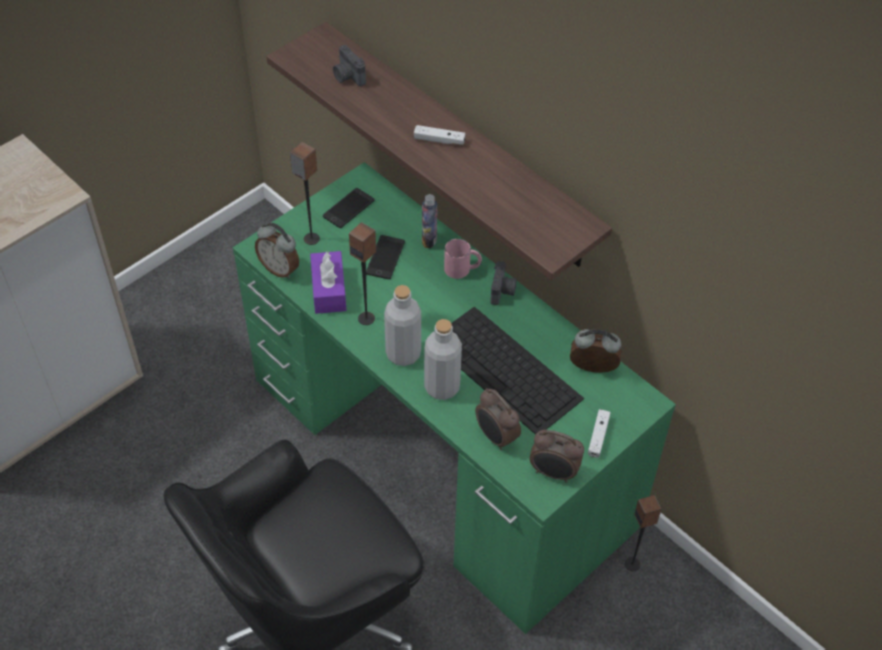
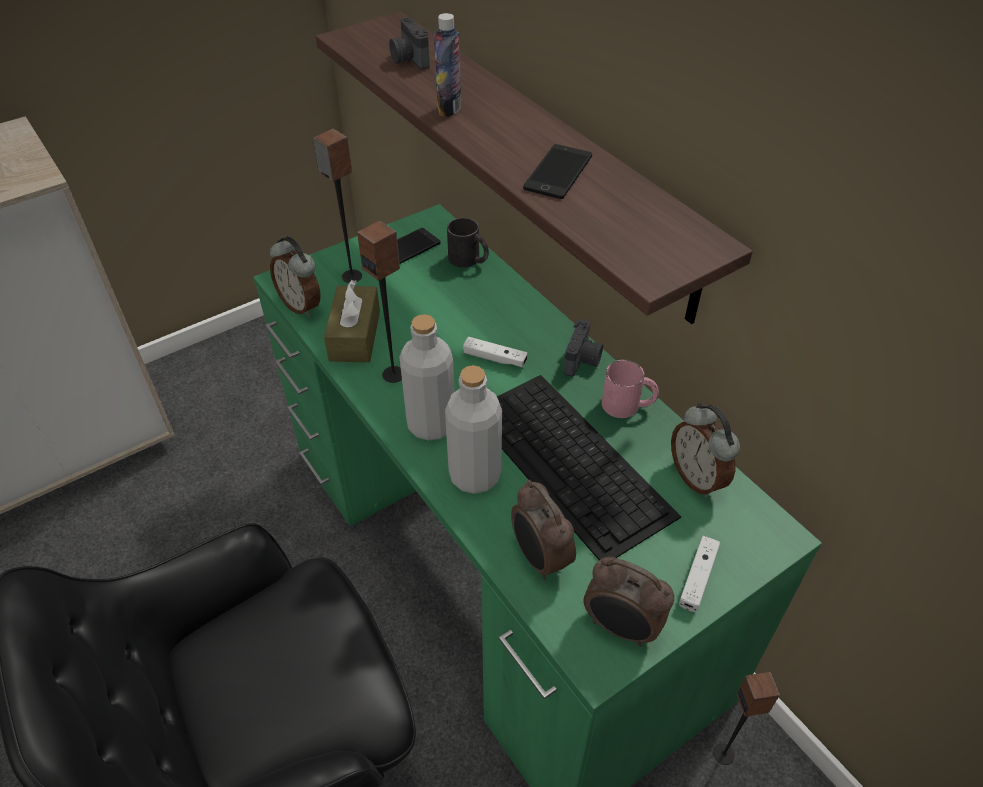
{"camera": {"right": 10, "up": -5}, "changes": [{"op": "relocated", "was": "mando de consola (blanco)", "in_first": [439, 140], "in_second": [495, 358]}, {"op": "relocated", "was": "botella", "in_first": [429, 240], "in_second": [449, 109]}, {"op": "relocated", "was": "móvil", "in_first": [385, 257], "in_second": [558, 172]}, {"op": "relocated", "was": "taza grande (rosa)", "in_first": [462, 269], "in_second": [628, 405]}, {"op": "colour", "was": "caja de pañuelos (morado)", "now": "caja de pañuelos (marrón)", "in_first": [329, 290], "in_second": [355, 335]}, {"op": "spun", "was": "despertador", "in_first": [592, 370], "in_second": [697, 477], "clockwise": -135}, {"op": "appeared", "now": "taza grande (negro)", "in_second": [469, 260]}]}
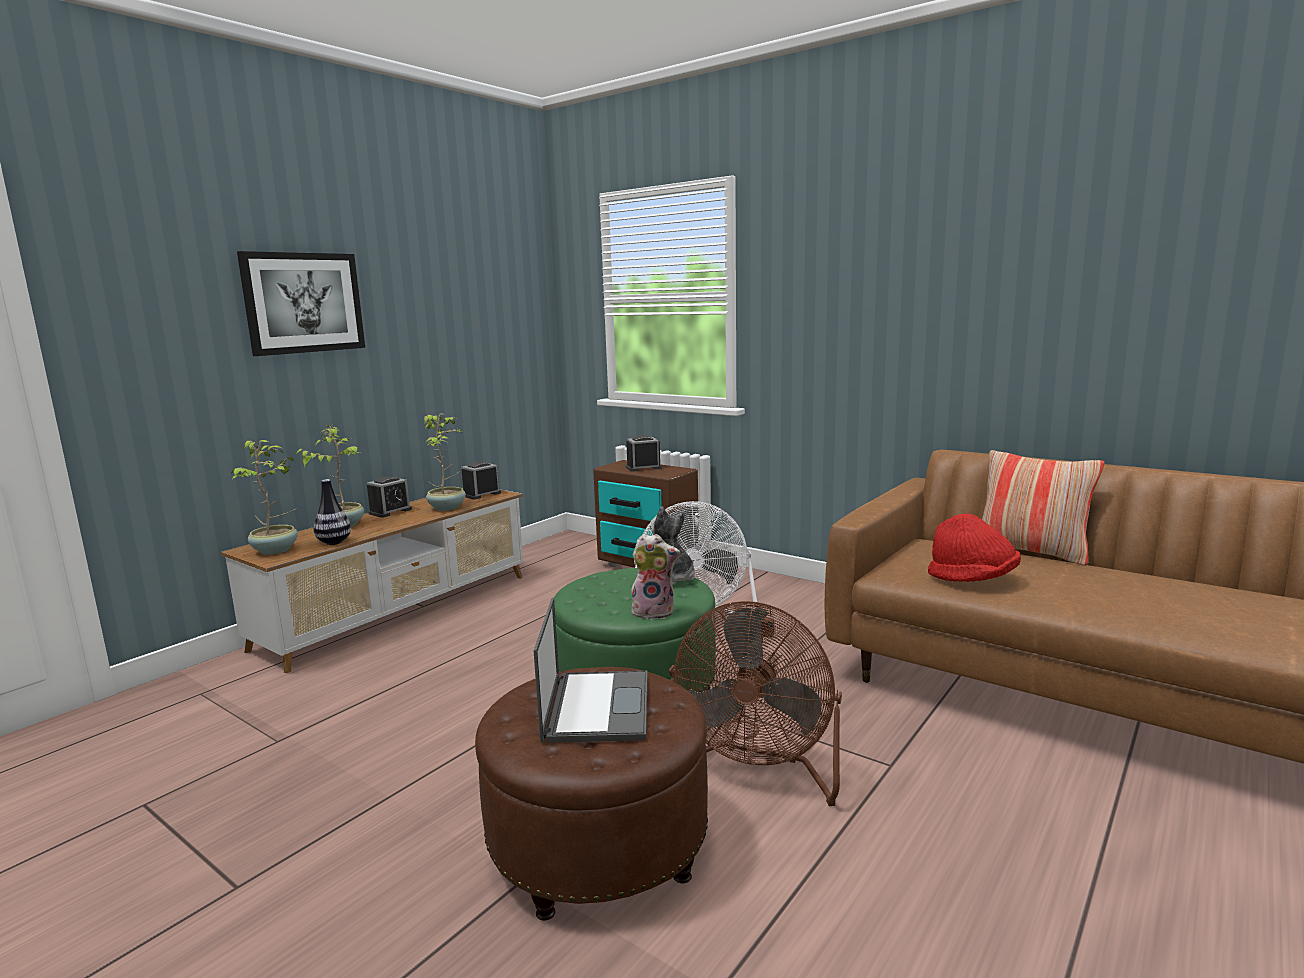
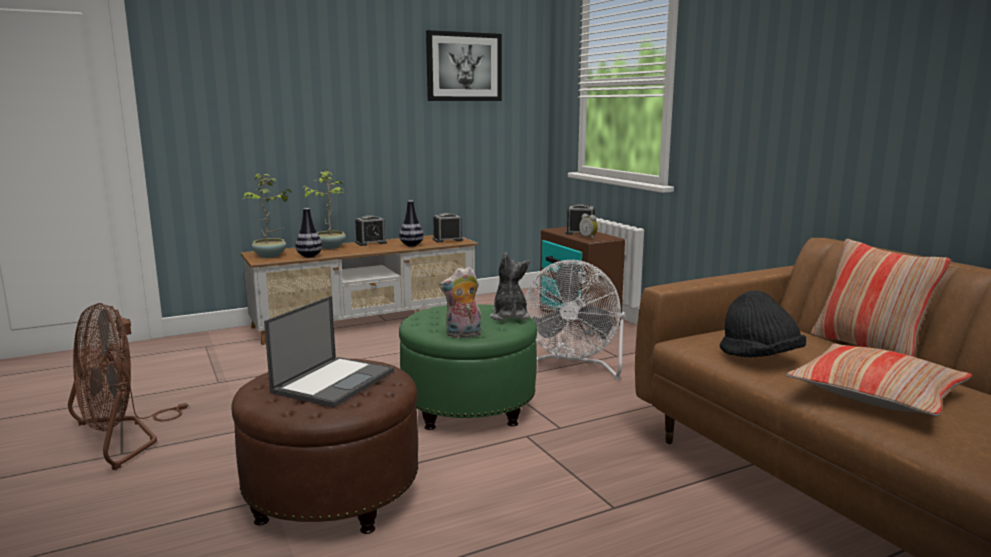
{"camera": {"right": 25, "up": 0}, "changes": [{"op": "relocated", "was": "cuadro", "in_first": [303, 303], "in_second": [464, 67]}, {"op": "exchanged", "was": "planta en maceta", "now": "florero", "in_first": [448, 507], "in_second": [411, 245]}, {"op": "colour", "was": "sombrero (rojo)", "now": "sombrero (negro)", "in_first": [973, 579], "in_second": [759, 358]}, {"op": "spun", "was": "peluche", "in_first": [654, 612], "in_second": [463, 335], "clockwise": 135}, {"op": "relocated", "was": "ventilador (marrón)", "in_first": [750, 766], "in_second": [125, 435]}, {"op": "appeared", "now": "despertador", "in_second": [589, 238]}, {"op": "appeared", "now": "cojín", "in_second": [876, 394]}]}
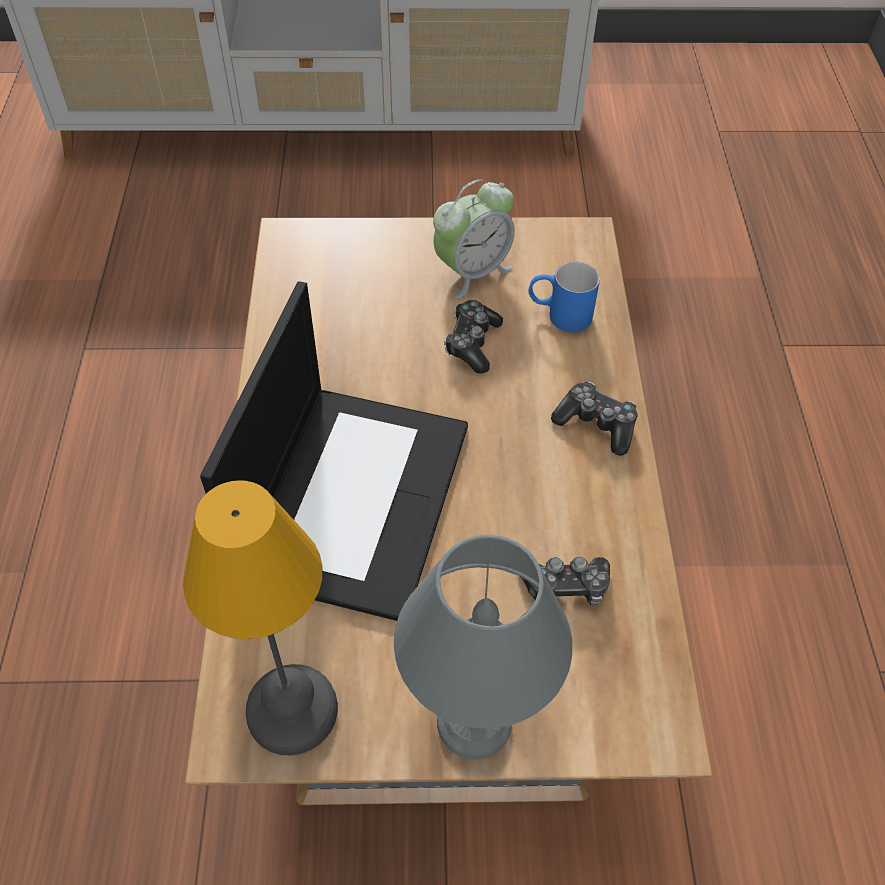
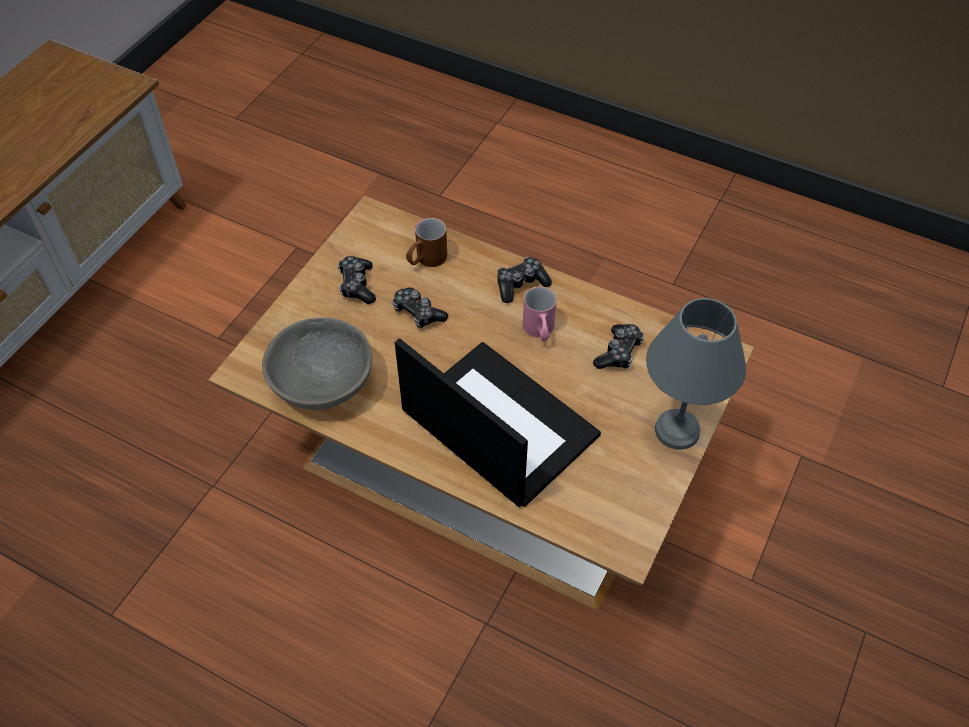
{"camera": {"right": -60, "up": 0}, "changes": [{"op": "exchanged", "was": "despertador", "now": "mando de consola", "in_first": [472, 271], "in_second": [357, 285]}, {"op": "colour", "was": "taza grande (azul)", "now": "taza grande (marrón)", "in_first": [559, 314], "in_second": [426, 260]}, {"op": "missing", "was": "lámpara de mesa", "in_first": [294, 707]}, {"op": "appeared", "now": "taza grande (rosa)", "in_second": [540, 332]}, {"op": "appeared", "now": "cuenco (gris)", "in_second": [323, 382]}]}
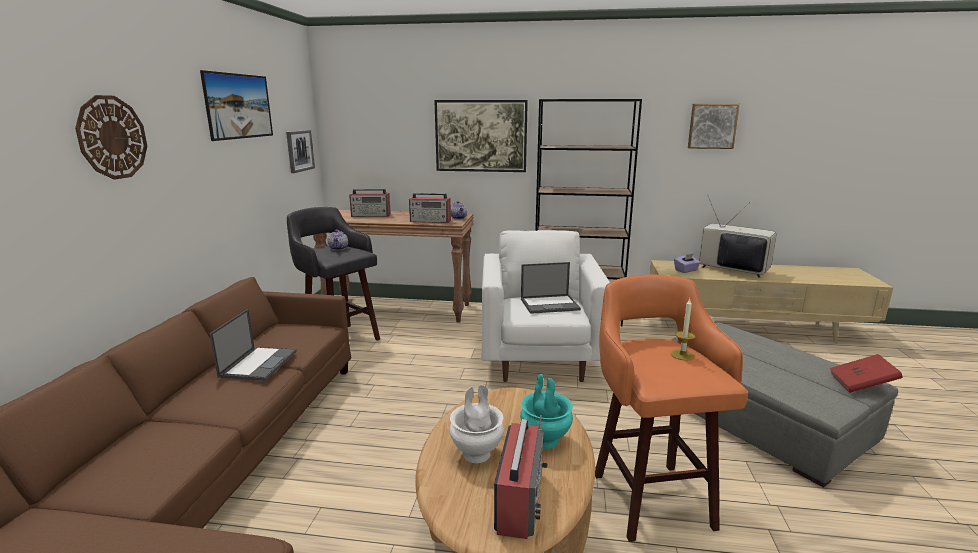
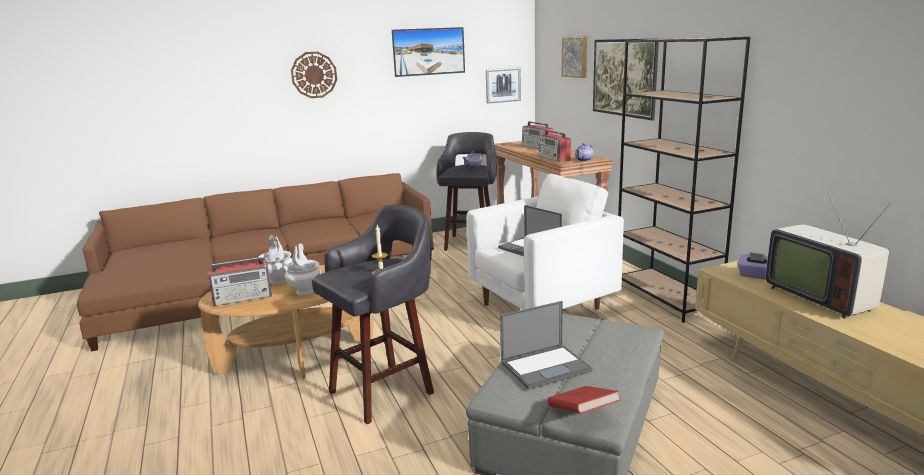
{"camera": {"right": 60, "up": 0}, "changes": [{"op": "relocated", "was": "cuadro", "in_first": [712, 126], "in_second": [575, 57]}, {"op": "spun", "was": "televisor", "in_first": [733, 270], "in_second": [820, 297], "clockwise": 150}, {"op": "colour", "was": "taburete (naranja)", "now": "taburete (gris)", "in_first": [650, 496], "in_second": [385, 391]}, {"op": "relocated", "was": "portátil", "in_first": [259, 363], "in_second": [546, 366]}, {"op": "colour", "was": "florero (turquesa)", "now": "florero (blanco)", "in_first": [544, 440], "in_second": [305, 291]}]}
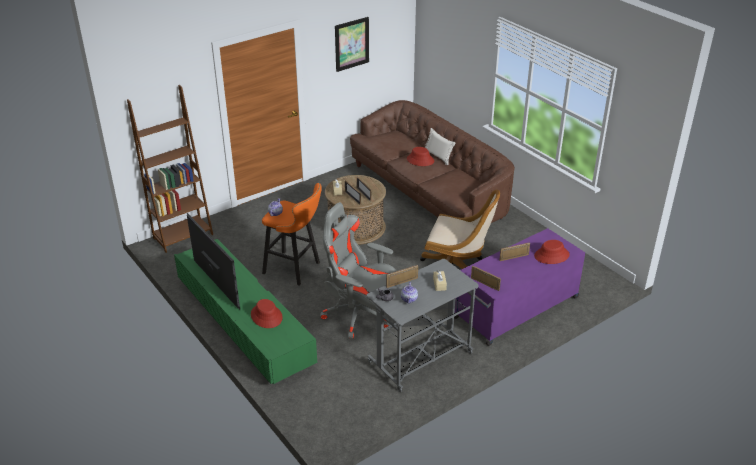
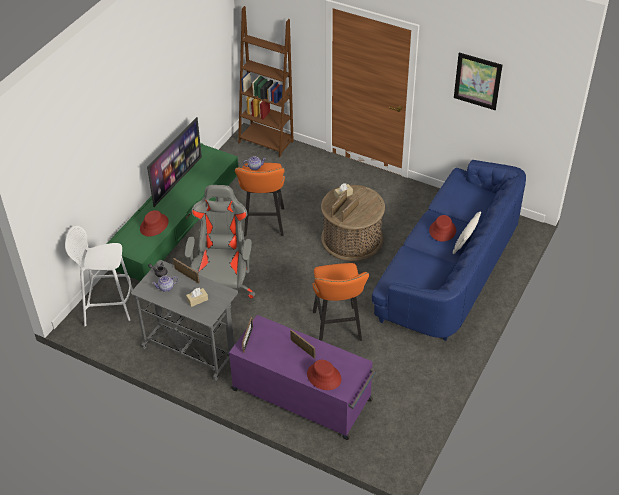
{"camera": {"right": 65, "up": 10}, "changes": [{"op": "colour", "was": "sofá (marrón)", "now": "sofá (azul)", "in_first": [428, 193], "in_second": [449, 269]}, {"op": "exchanged", "was": "silla de oficina", "now": "taburete (naranja)", "in_first": [457, 267], "in_second": [338, 331]}, {"op": "appeared", "now": "taburete (blanco)", "in_second": [108, 306]}]}
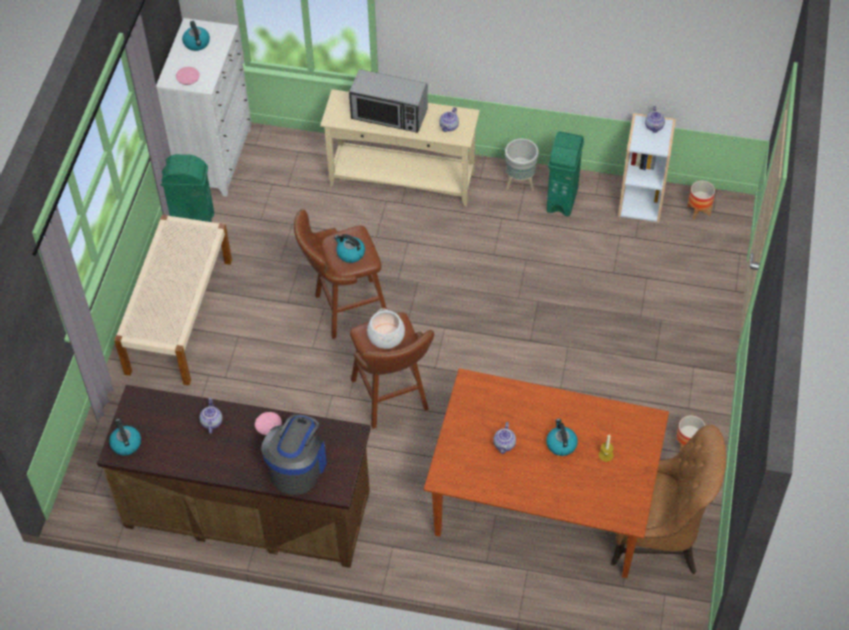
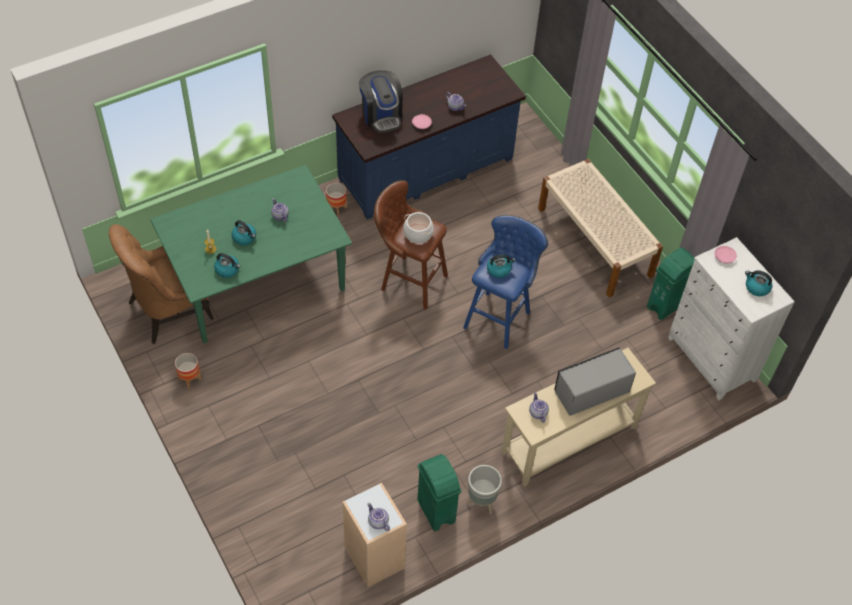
{"camera": {"right": 135, "up": 0}, "changes": [{"op": "relocated", "was": "maceta", "in_first": [698, 211], "in_second": [336, 208]}, {"op": "colour", "was": "taburete (marrón)", "now": "taburete (azul)", "in_first": [343, 311], "in_second": [500, 314]}, {"op": "colour", "was": "mesa de comedor (marrón)", "now": "mesa de comedor (verde)", "in_first": [543, 503], "in_second": [257, 282]}, {"op": "colour", "was": "armario (marrón)", "now": "armario (azul)", "in_first": [246, 510], "in_second": [427, 169]}, {"op": "relocated", "was": "hervidor", "in_first": [125, 443], "in_second": [227, 269]}]}
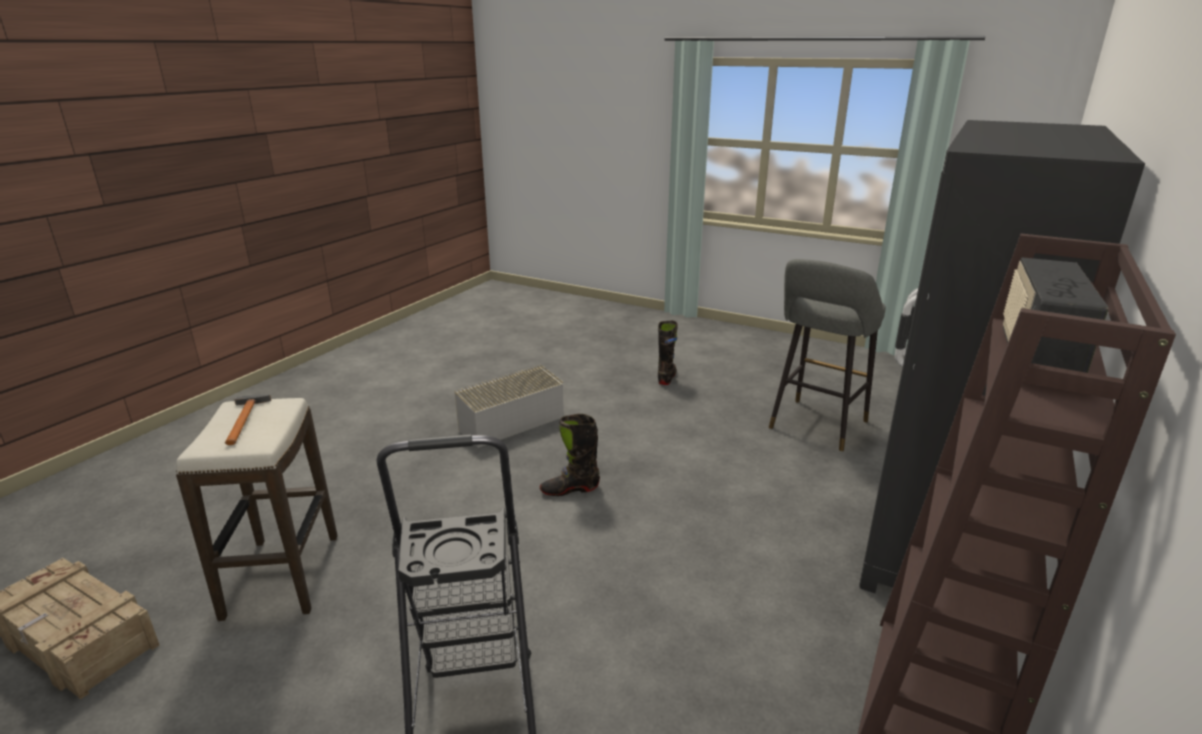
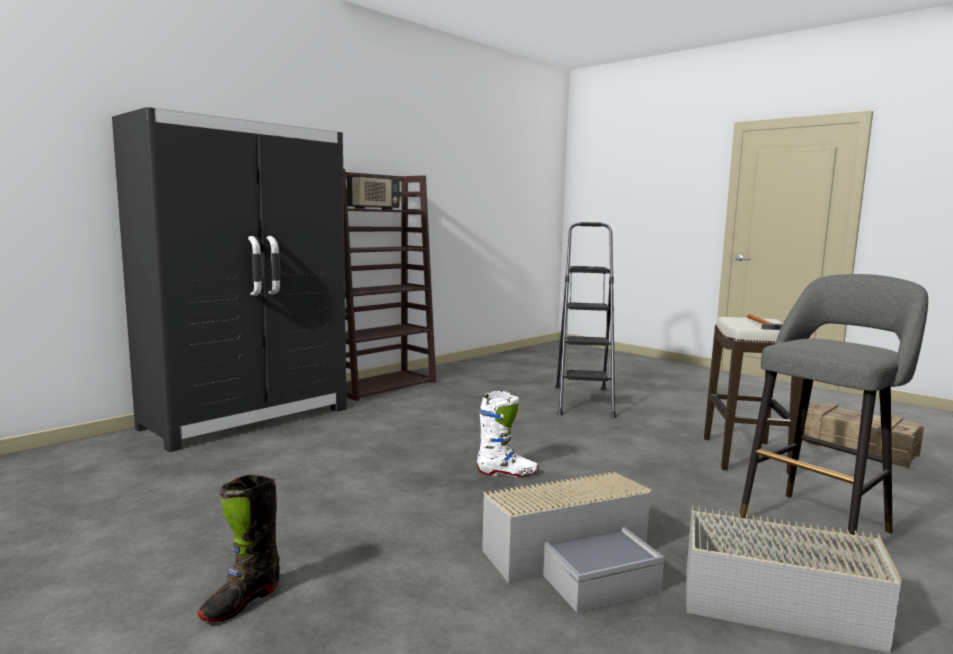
{"camera": {"right": -165, "up": -15}, "changes": [{"op": "relocated", "was": "taburete (gris)", "in_first": [815, 427], "in_second": [818, 523]}, {"op": "colour", "was": "bota (negro)", "now": "bota (blanco)", "in_first": [570, 489], "in_second": [507, 473]}, {"op": "appeared", "now": "caja de almacenaje (gris)", "in_second": [771, 596]}]}
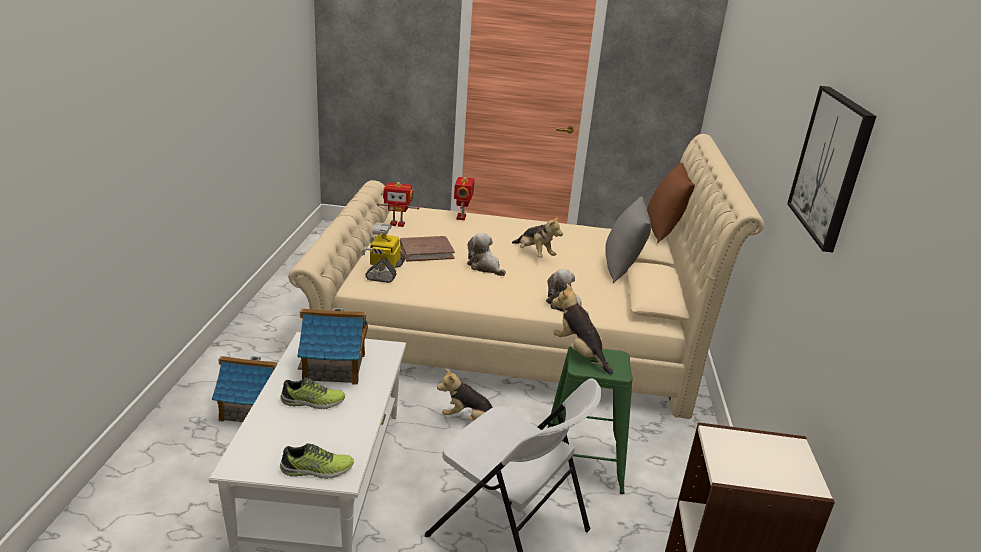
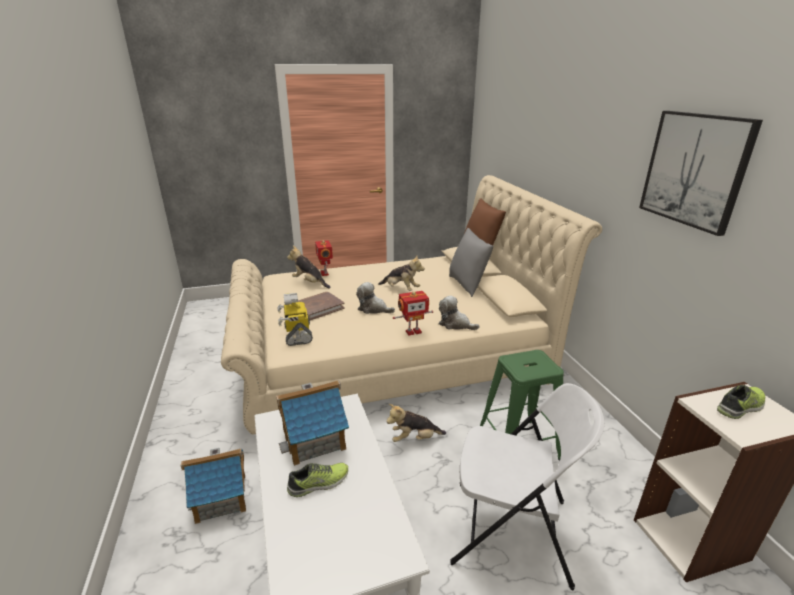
{"camera": {"right": -20, "up": 0}, "changes": [{"op": "relocated", "was": "robot de juguete", "in_first": [397, 224], "in_second": [413, 331]}, {"op": "relocated", "was": "peluche", "in_first": [579, 353], "in_second": [309, 283]}, {"op": "relocated", "was": "zapato", "in_first": [317, 470], "in_second": [741, 407]}]}
